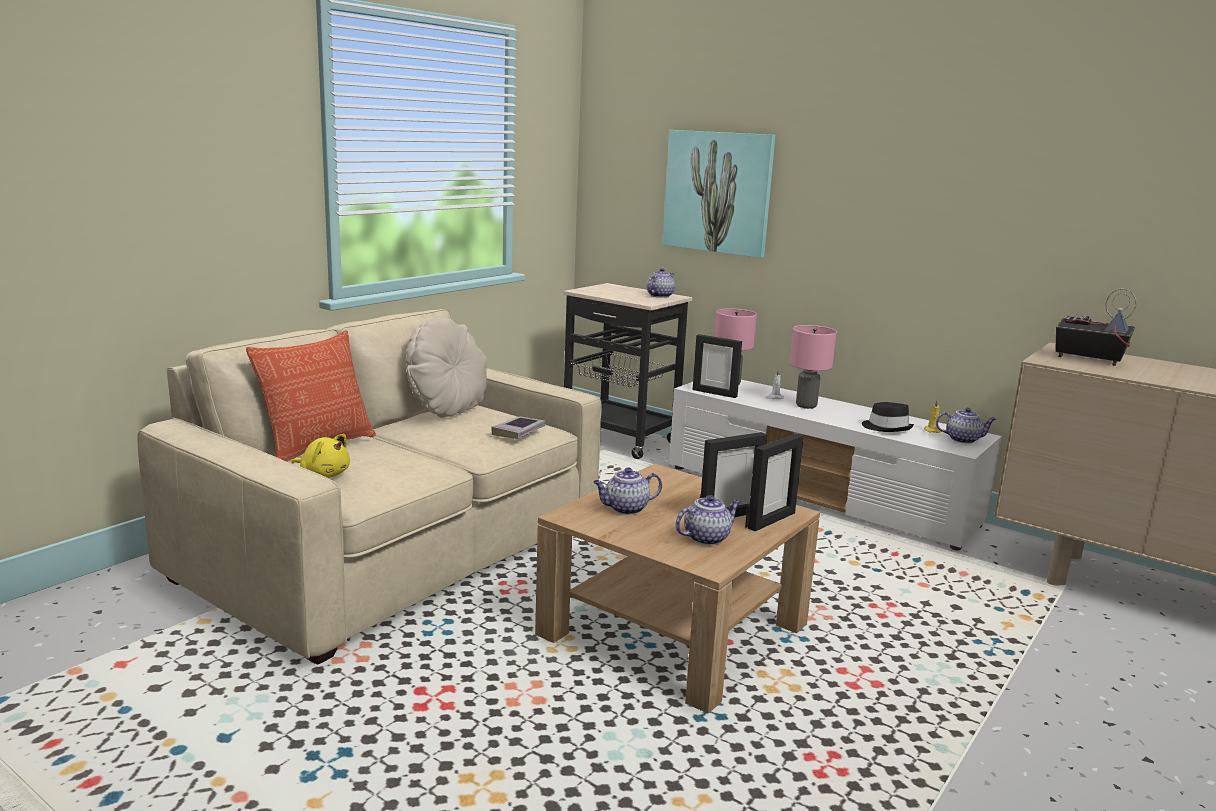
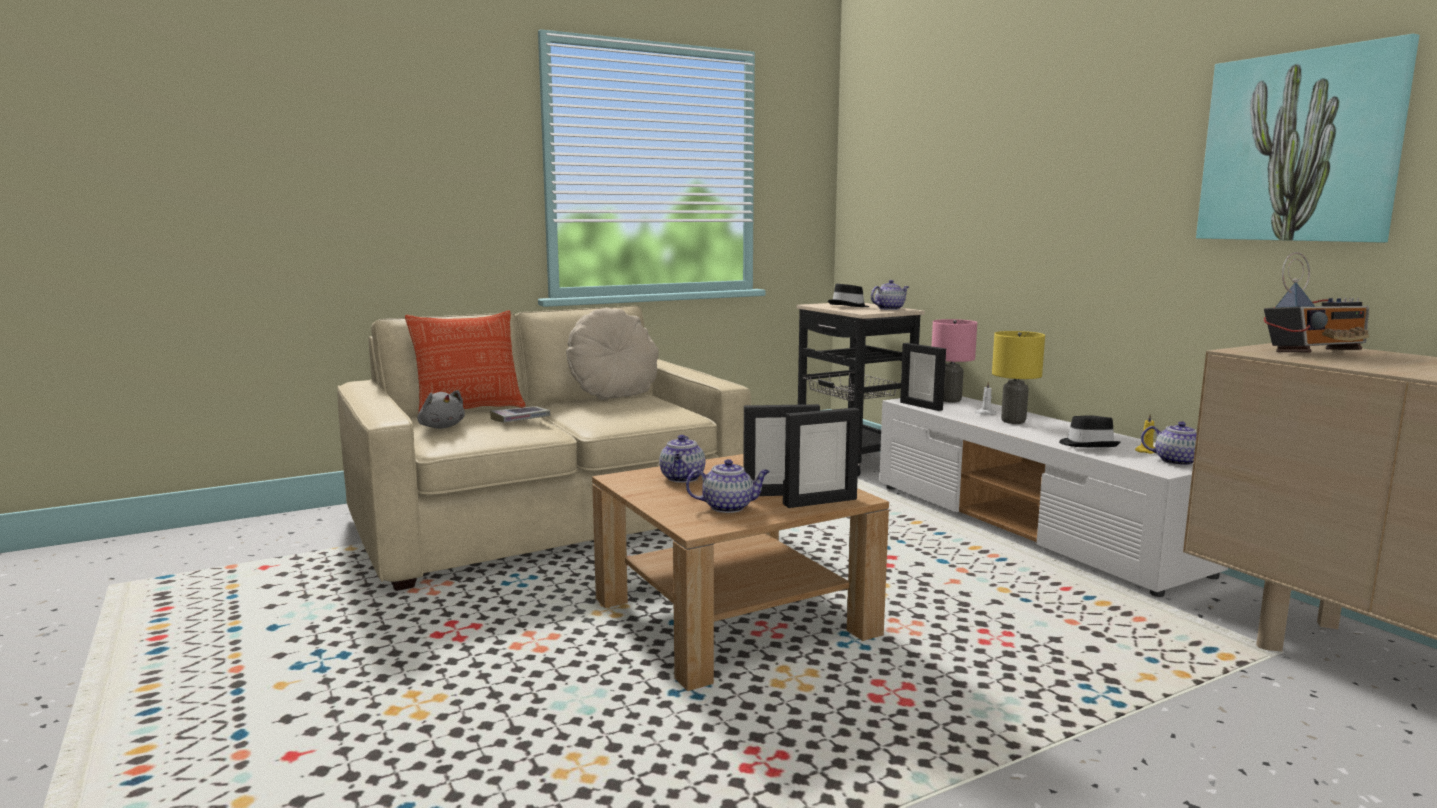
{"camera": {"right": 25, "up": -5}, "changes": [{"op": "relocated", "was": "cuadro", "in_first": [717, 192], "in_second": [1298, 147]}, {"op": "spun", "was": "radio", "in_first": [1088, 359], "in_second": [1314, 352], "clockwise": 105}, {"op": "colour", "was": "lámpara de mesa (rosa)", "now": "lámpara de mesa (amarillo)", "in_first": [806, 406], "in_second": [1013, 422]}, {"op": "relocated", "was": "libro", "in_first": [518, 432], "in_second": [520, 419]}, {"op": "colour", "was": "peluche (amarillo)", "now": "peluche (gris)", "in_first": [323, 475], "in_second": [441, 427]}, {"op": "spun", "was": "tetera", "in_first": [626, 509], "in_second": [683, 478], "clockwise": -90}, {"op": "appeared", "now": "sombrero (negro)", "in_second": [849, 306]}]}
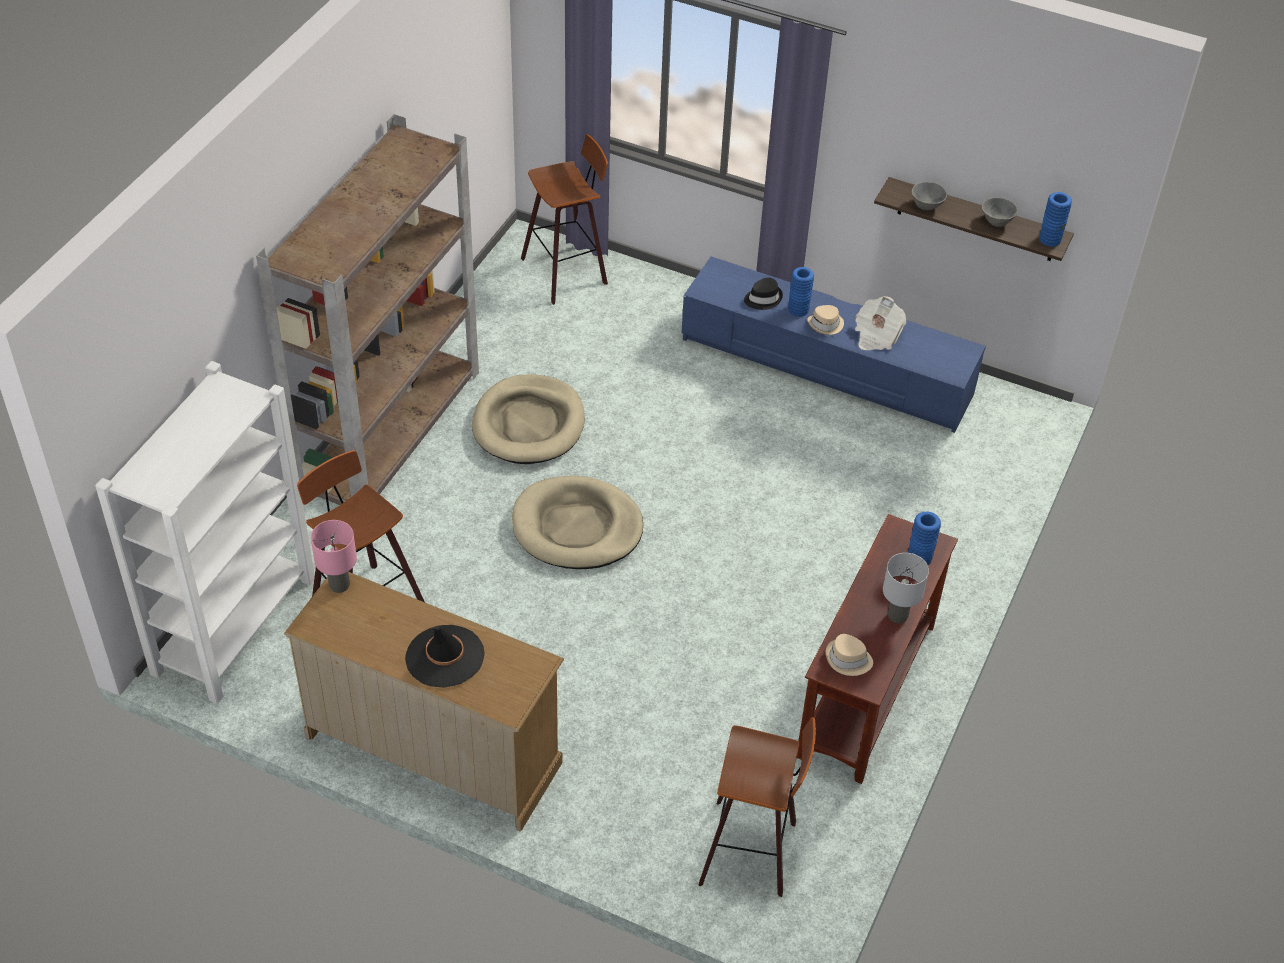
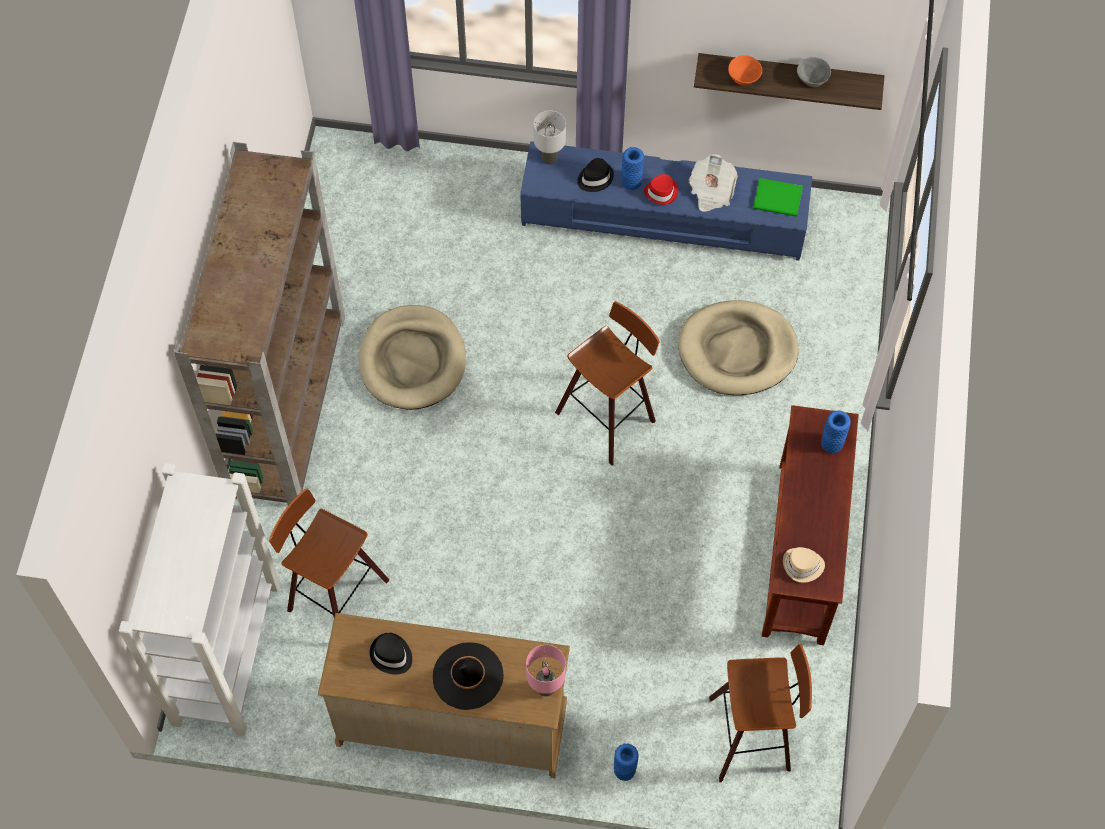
{"camera": {"right": -15, "up": 15}, "changes": [{"op": "relocated", "was": "taburete", "in_first": [567, 271], "in_second": [608, 416]}, {"op": "colour", "was": "cuenco (gris)", "now": "cuenco (naranja)", "in_first": [927, 206], "in_second": [744, 79]}, {"op": "relocated", "was": "florero (azul)", "in_first": [1050, 239], "in_second": [624, 770]}, {"op": "colour", "was": "sombrero (beis)", "now": "sombrero (rojo)", "in_first": [826, 324], "in_second": [662, 192]}, {"op": "relocated", "was": "cama para perro (beis)", "in_first": [577, 527], "in_second": [737, 351]}, {"op": "relocated", "was": "lámpara de mesa (rosa)", "in_first": [338, 585], "in_second": [544, 688]}, {"op": "relocated", "was": "lámpara de mesa (blanco)", "in_first": [897, 617], "in_second": [549, 159]}, {"op": "appeared", "now": "libro (verde)", "in_second": [779, 200]}, {"op": "appeared", "now": "sombrero (negro)", "in_second": [391, 655]}]}
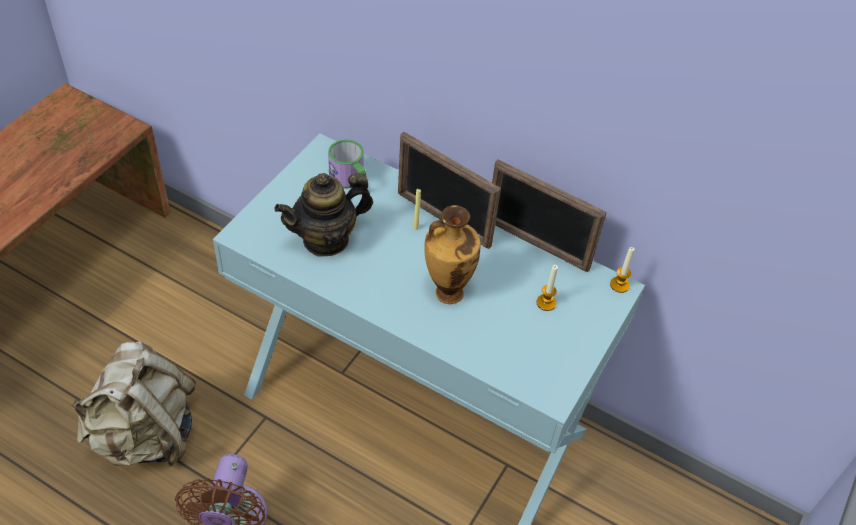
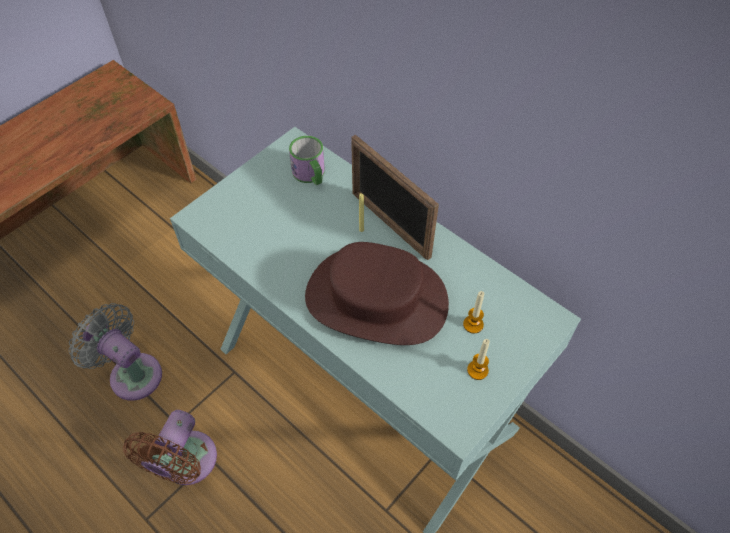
{"camera": {"right": 15, "up": 5}, "changes": [{"op": "missing", "was": "portarretratos", "in_first": [536, 245]}, {"op": "missing", "was": "tetera", "in_first": [326, 239]}, {"op": "exchanged", "was": "florero", "now": "sombrero (marrón)", "in_first": [447, 292], "in_second": [376, 300]}, {"op": "relocated", "was": "vela", "in_first": [619, 285], "in_second": [477, 370]}, {"op": "exchanged", "was": "mochila (beis)", "now": "ventilador (gris)", "in_first": [146, 435], "in_second": [132, 373]}]}
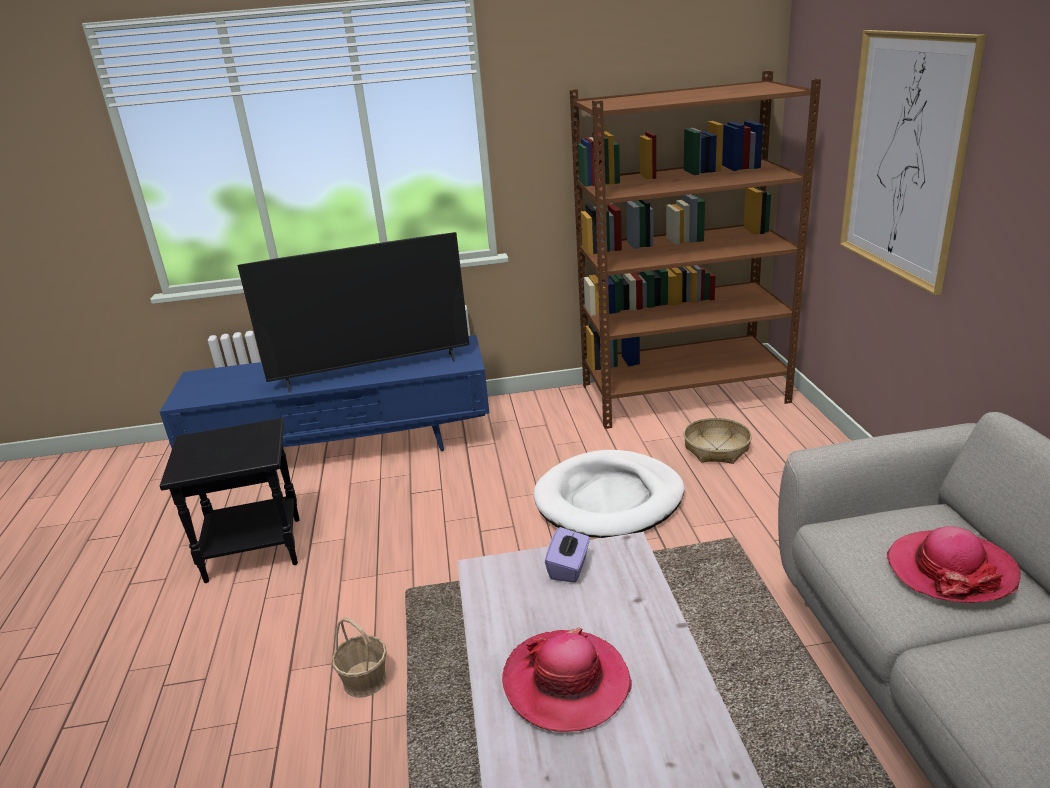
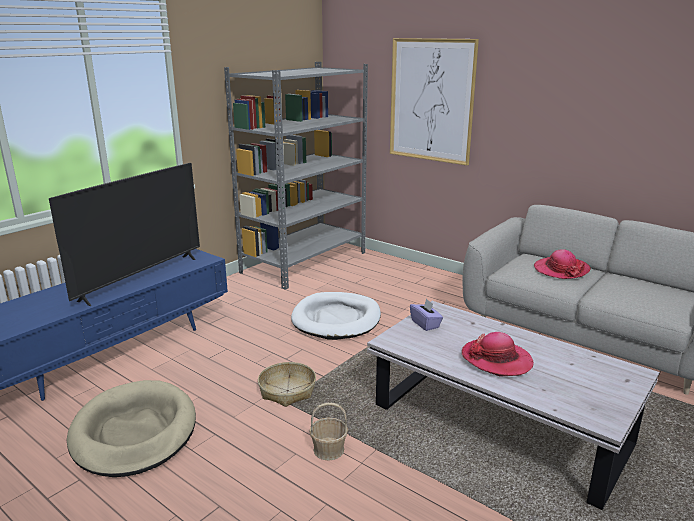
{"camera": {"right": -45, "up": -5}, "changes": [{"op": "colour", "was": "estantería (marrón)", "now": "estantería (gris)", "in_first": [683, 393], "in_second": [304, 262]}, {"op": "exchanged", "was": "mesa auxiliar (negro)", "now": "cama para perro (beis)", "in_first": [252, 551], "in_second": [134, 432]}, {"op": "relocated", "was": "cesta", "in_first": [716, 449], "in_second": [287, 391]}]}
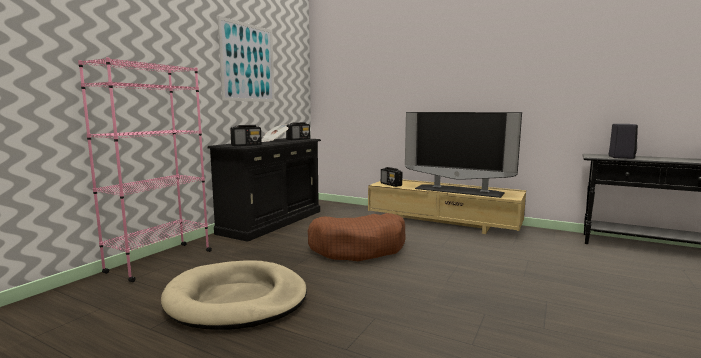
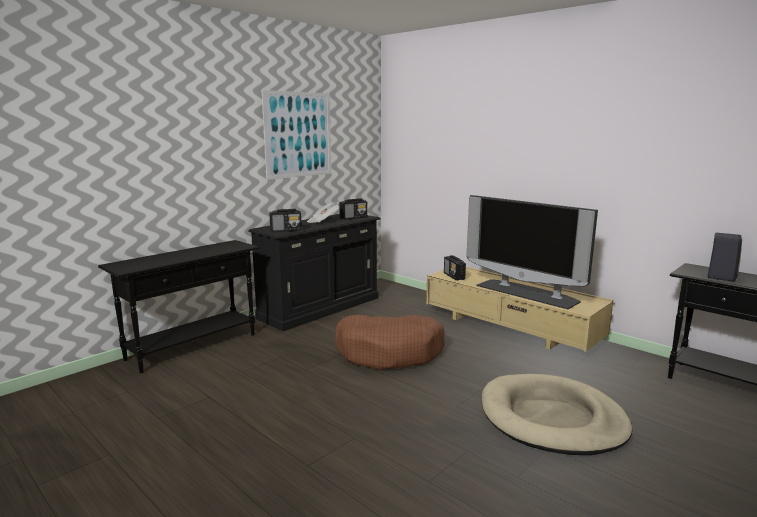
{"camera": {"right": 15, "up": 5}, "changes": [{"op": "exchanged", "was": "estantería (rosa)", "now": "mesa consola (negro)", "in_first": [160, 261], "in_second": [193, 347]}, {"op": "relocated", "was": "cama para perro (beis)", "in_first": [237, 299], "in_second": [552, 419]}]}
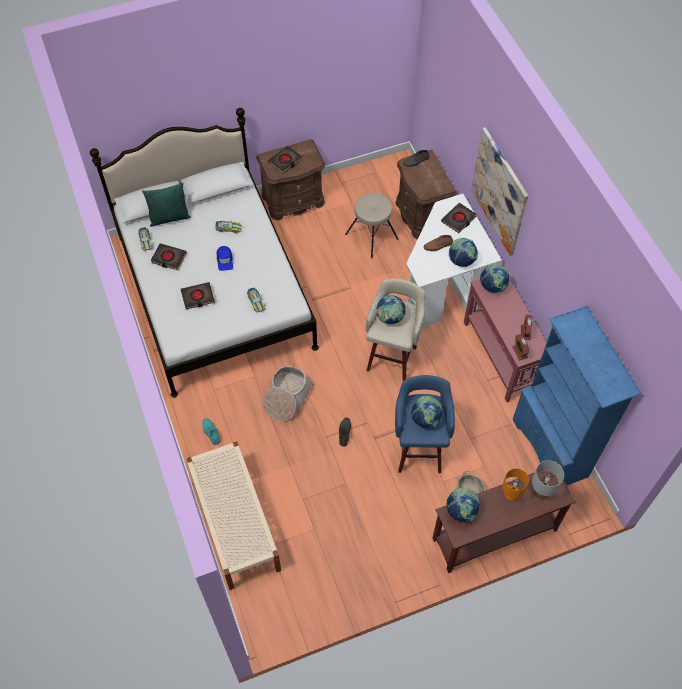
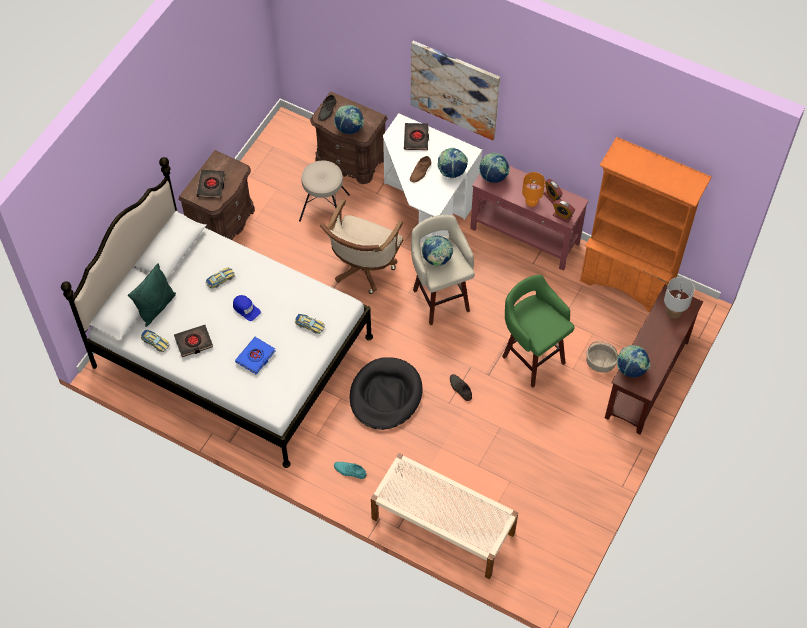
{"camera": {"right": -40, "up": 0}, "changes": [{"op": "colour", "was": "libro (negro)", "now": "libro (azul)", "in_first": [198, 297], "in_second": [255, 357]}, {"op": "colour", "was": "estantería (azul)", "now": "estantería (naranja)", "in_first": [550, 447], "in_second": [627, 282]}, {"op": "exchanged", "was": "cesta", "now": "cama para perro (negro)", "in_first": [286, 397], "in_second": [385, 395]}, {"op": "colour", "was": "taburete (azul)", "now": "taburete (verde)", "in_first": [419, 450], "in_second": [531, 358]}, {"op": "relocated", "was": "globo terráqueo", "in_first": [425, 419], "in_second": [349, 129]}, {"op": "relocated", "was": "lámpara de mesa (naranja)", "in_first": [510, 495], "in_second": [530, 203]}, {"op": "appeared", "now": "silla de oficina", "in_second": [363, 271]}]}
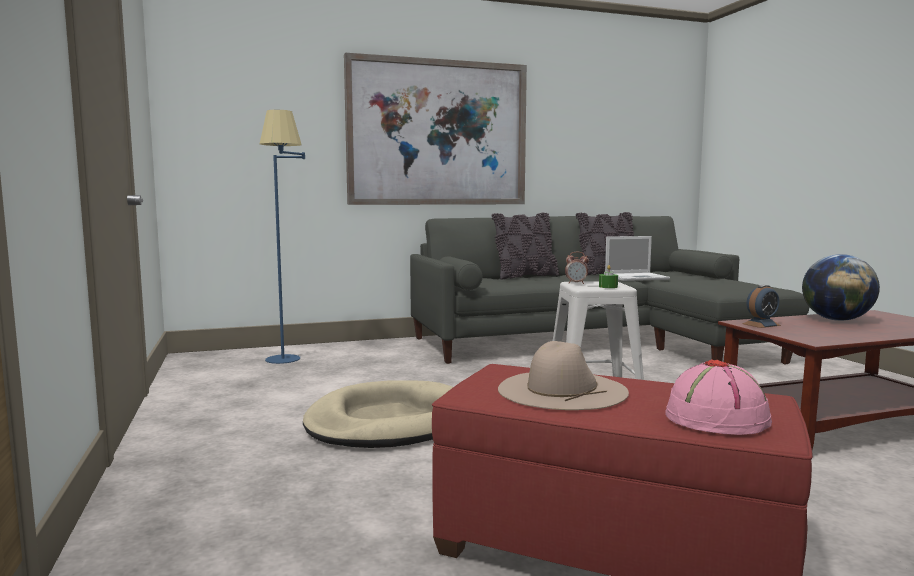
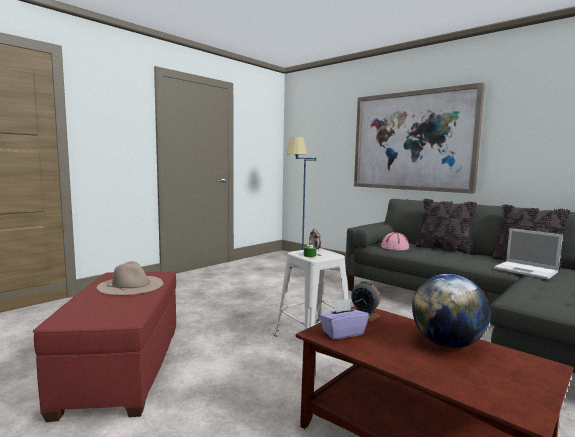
{"camera": {"right": 60, "up": 0}, "changes": [{"op": "relocated", "was": "sombrero (rosa)", "in_first": [717, 418], "in_second": [395, 247]}, {"op": "missing", "was": "cama para perro (beis)", "in_first": [388, 422]}, {"op": "appeared", "now": "caja de pañuelos (morado)", "in_second": [342, 333]}]}
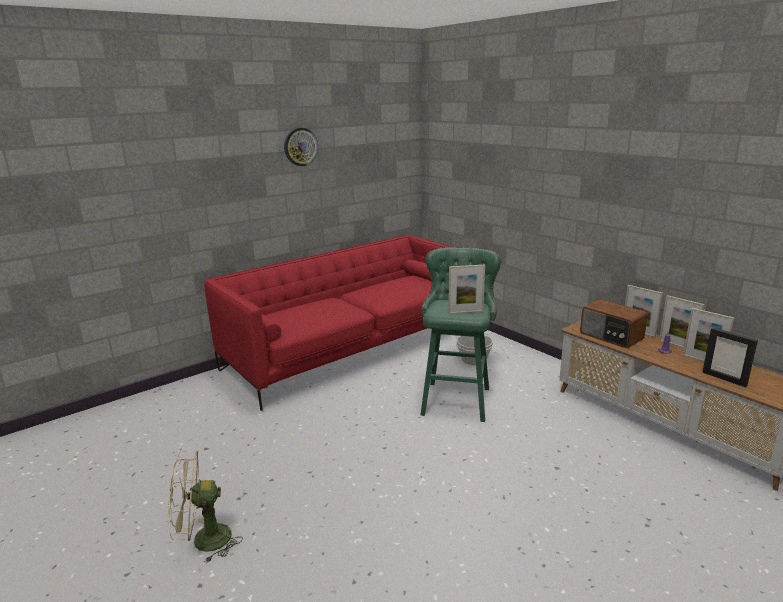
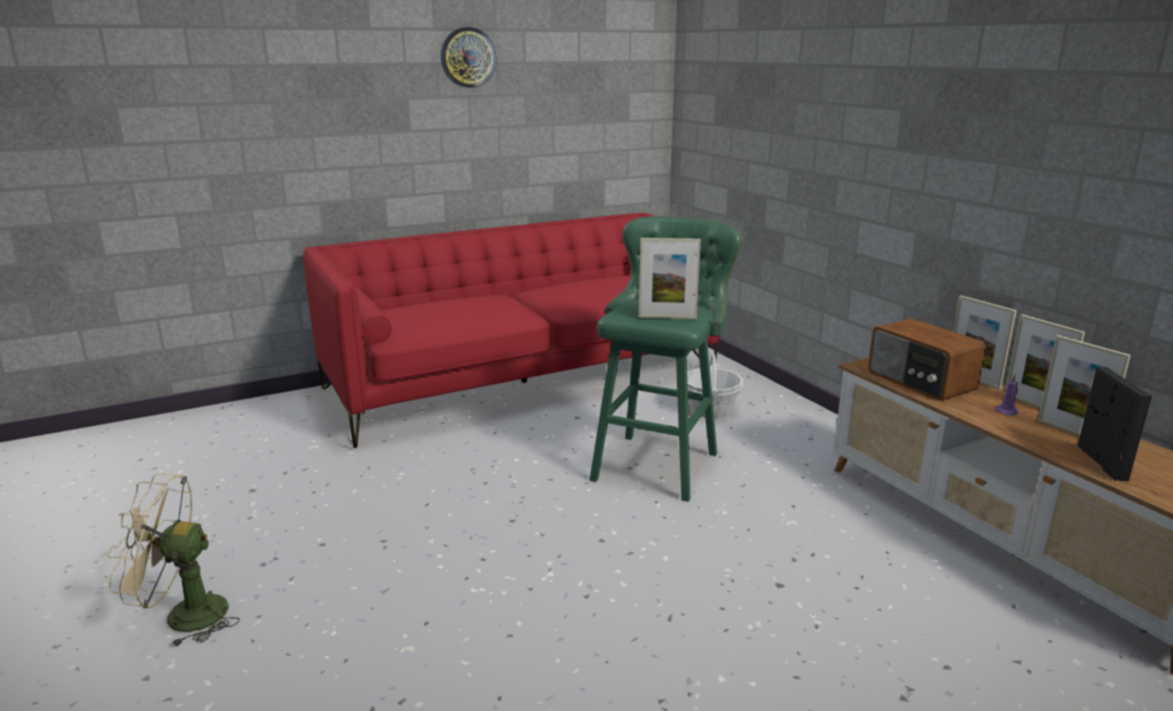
{"camera": {"right": 10, "up": 0}, "changes": [{"op": "spun", "was": "portarretratos", "in_first": [724, 378], "in_second": [1100, 462], "clockwise": -150}]}
